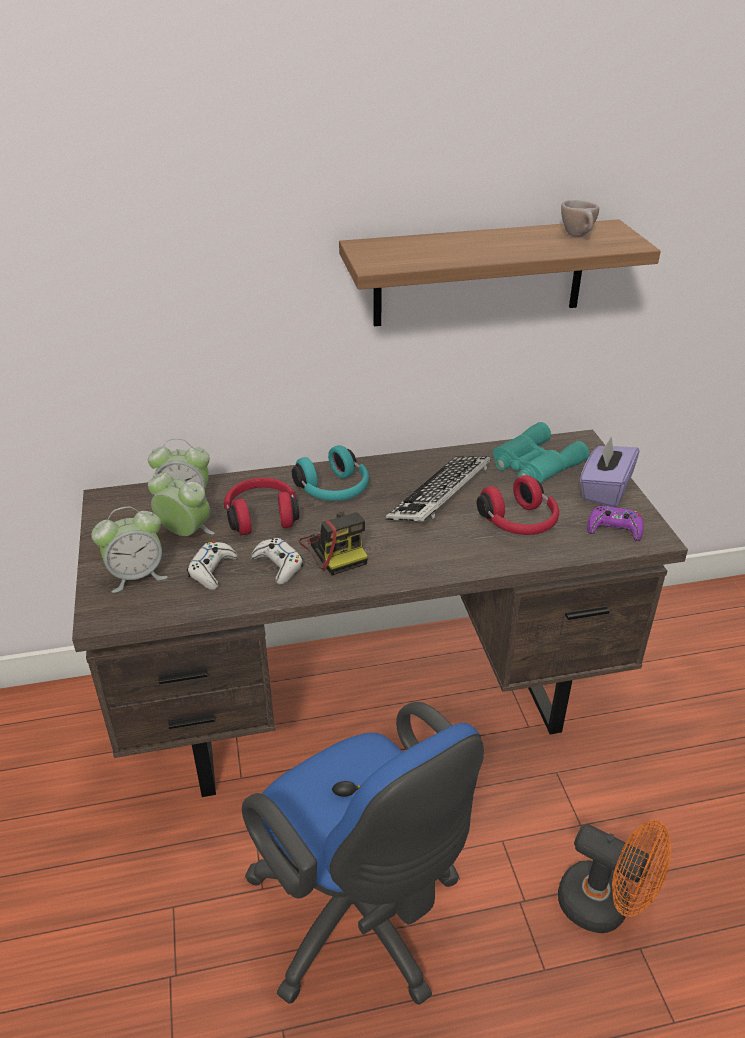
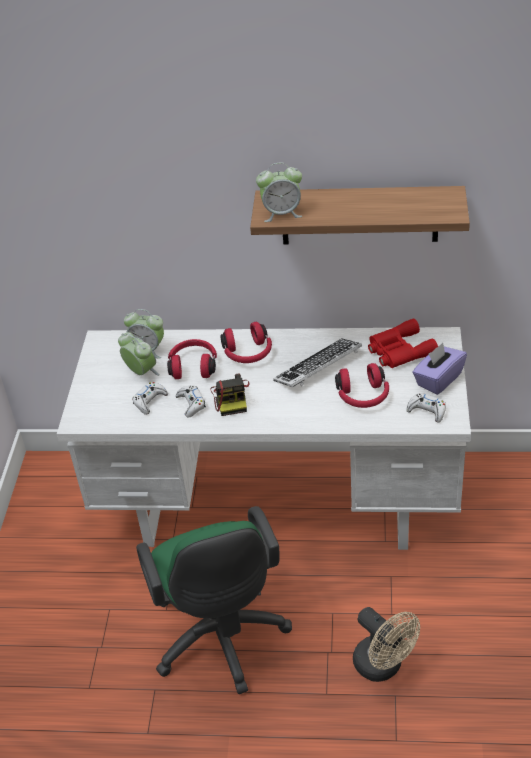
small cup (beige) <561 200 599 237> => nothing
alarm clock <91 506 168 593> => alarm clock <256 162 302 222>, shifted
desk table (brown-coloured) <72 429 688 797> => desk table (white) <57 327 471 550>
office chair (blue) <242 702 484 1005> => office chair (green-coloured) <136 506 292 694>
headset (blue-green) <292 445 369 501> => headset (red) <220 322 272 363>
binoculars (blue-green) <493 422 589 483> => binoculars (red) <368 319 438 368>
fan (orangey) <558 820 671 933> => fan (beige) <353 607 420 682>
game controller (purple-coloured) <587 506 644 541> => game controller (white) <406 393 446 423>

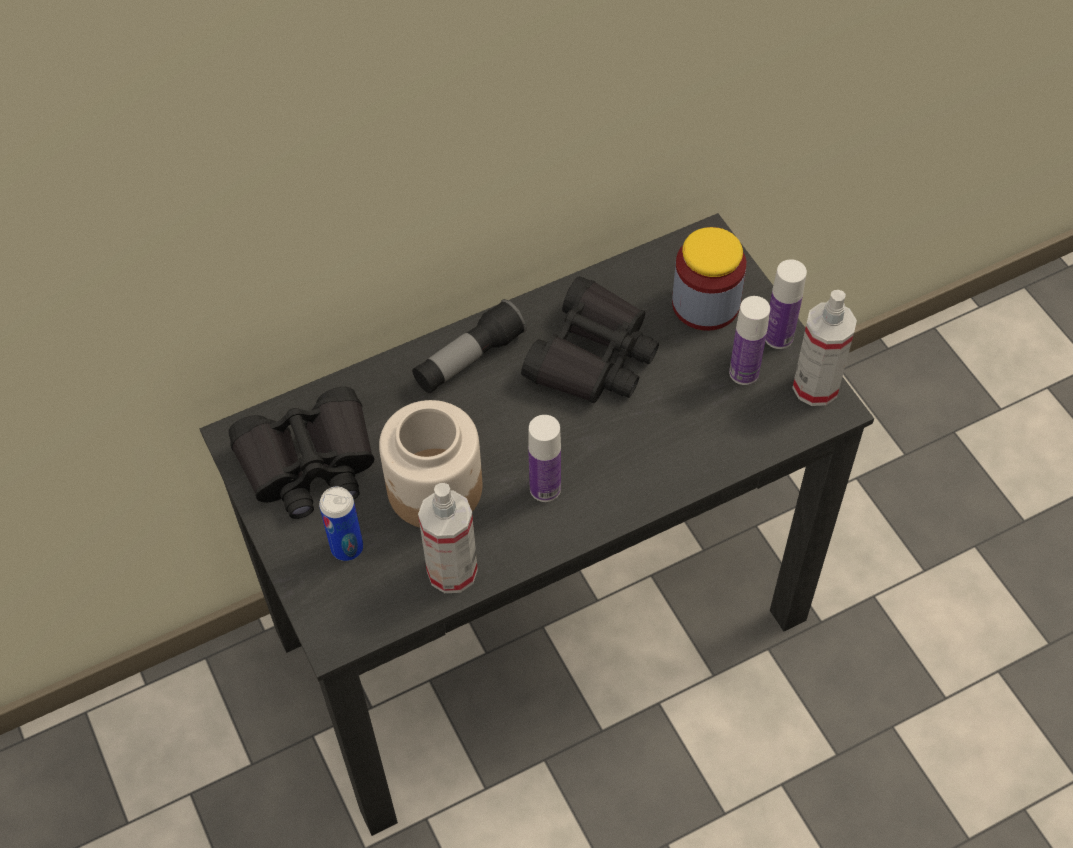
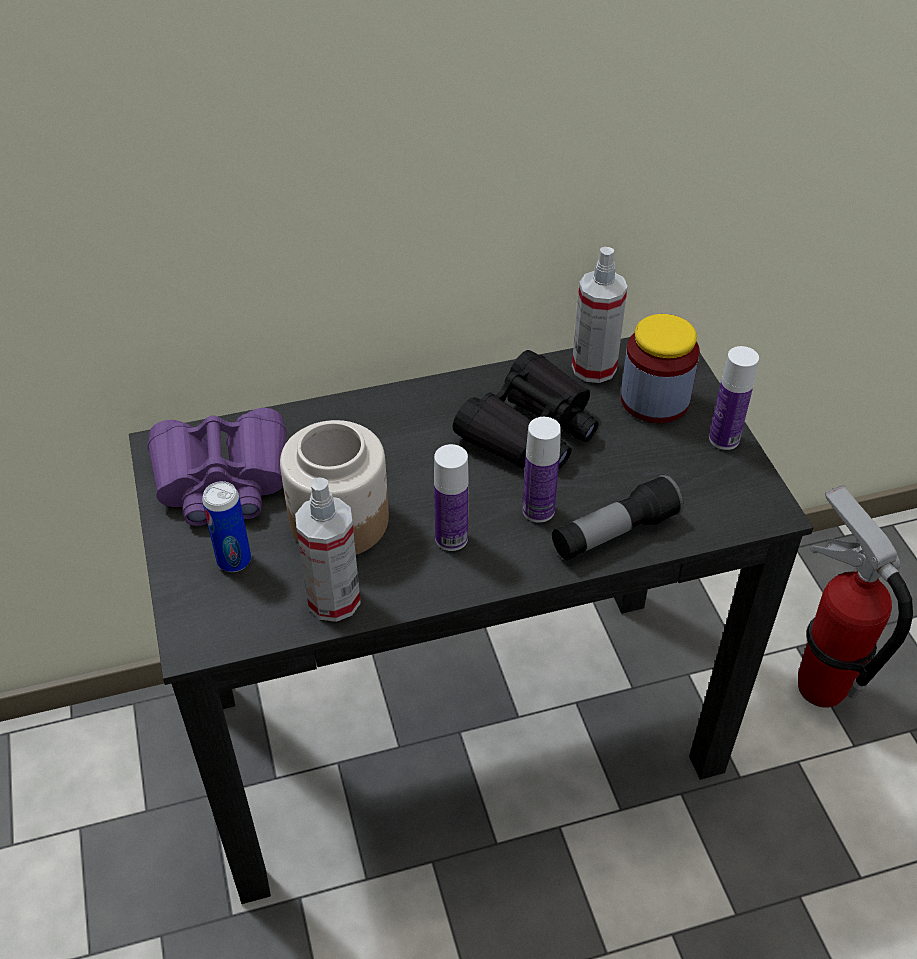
nothing => fire extinguisher <798 485 913 708>
torch <412 299 527 393> => torch <552 474 684 560>, shifted
drink bottle <729 296 770 385> => drink bottle <523 417 561 523>, shifted
hand sprayer <792 290 857 406> => hand sprayer <572 247 628 383>, shifted
binoculars (black-coloured) <229 387 374 519> => binoculars (purple-coloured) <148 408 287 526>

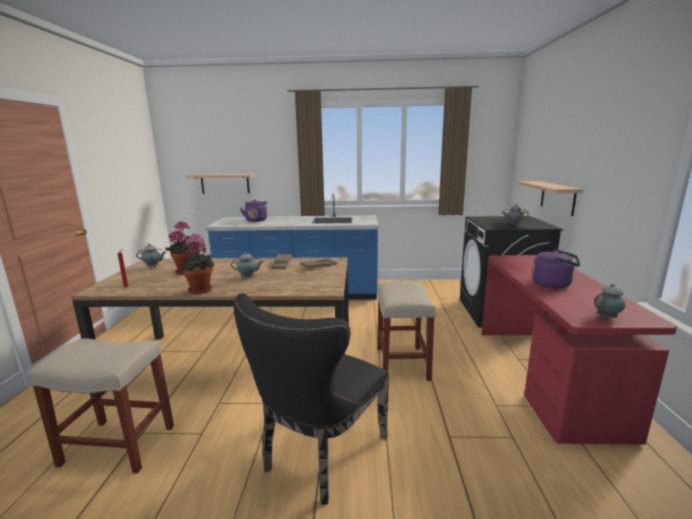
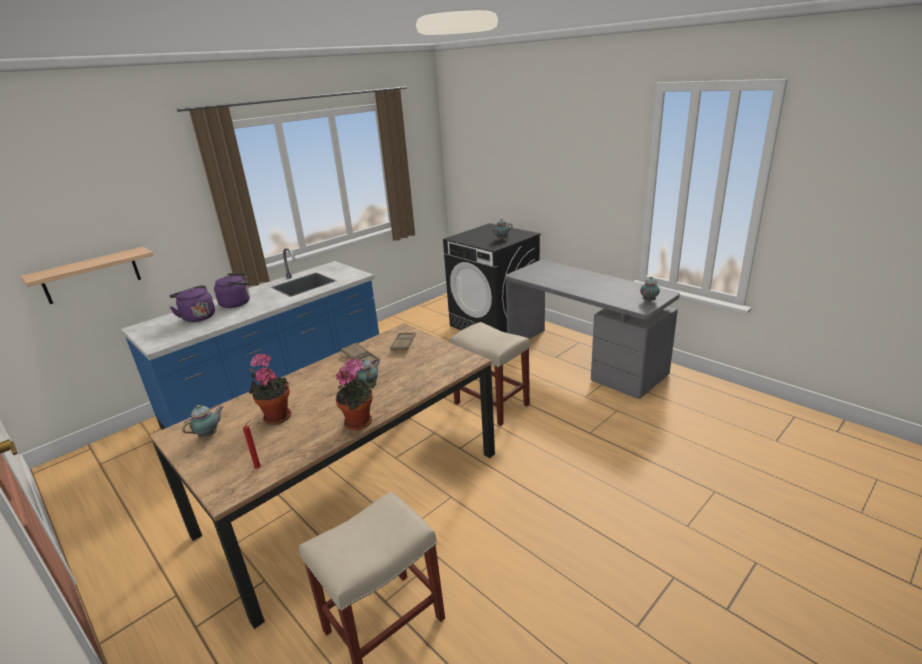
plain chair (black-coloured) <234 293 389 505> => nothing
bracket shelf <518 181 583 216> => nothing
tea kettle (purple-coloured) <532 249 580 289> => tea kettle (purple-coloured) <214 273 250 308>, shifted
desk table (red) <482 255 677 445> => desk table (gray) <506 260 680 399>

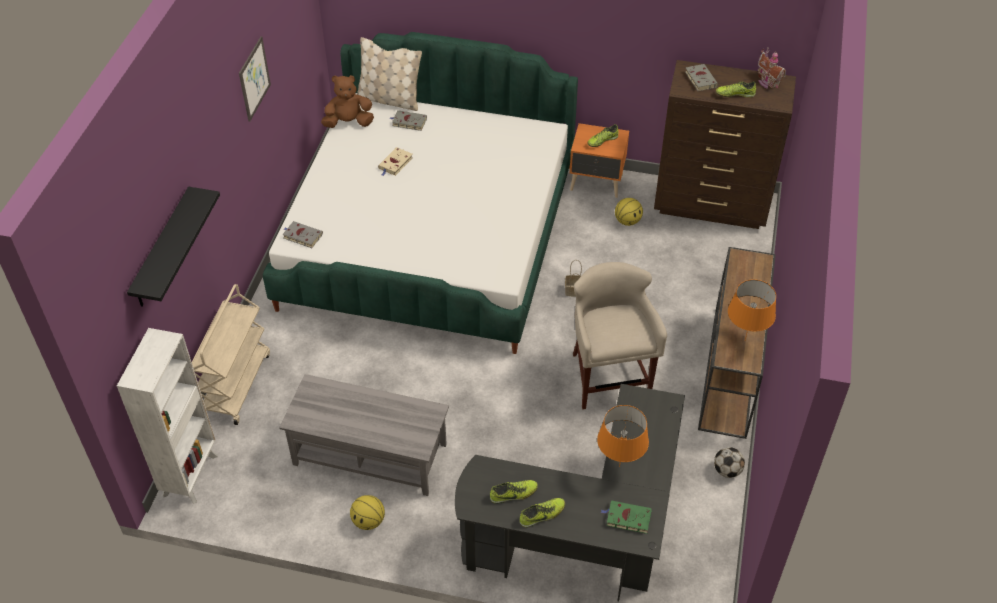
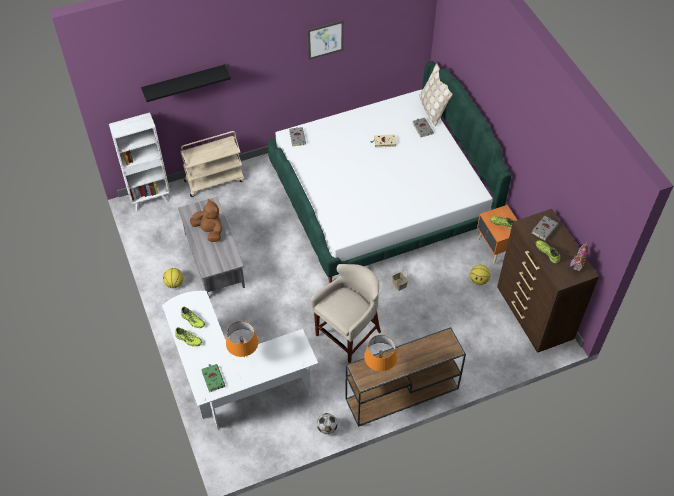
soft toy (brown-coloured) <321 75 374 128> => soft toy (brown-coloured) <190 199 222 242>, shifted
desk table (black-coloured) <455 384 685 601> => desk table (white) <162 291 318 429>

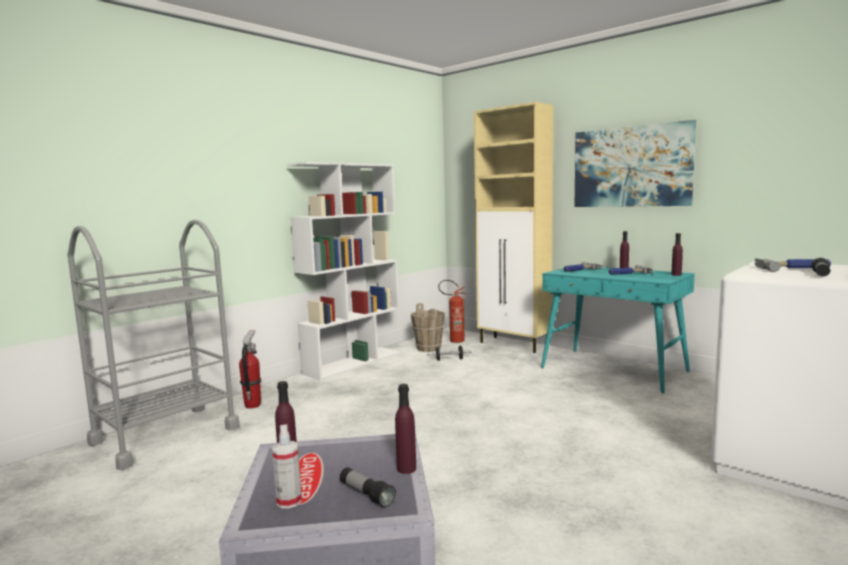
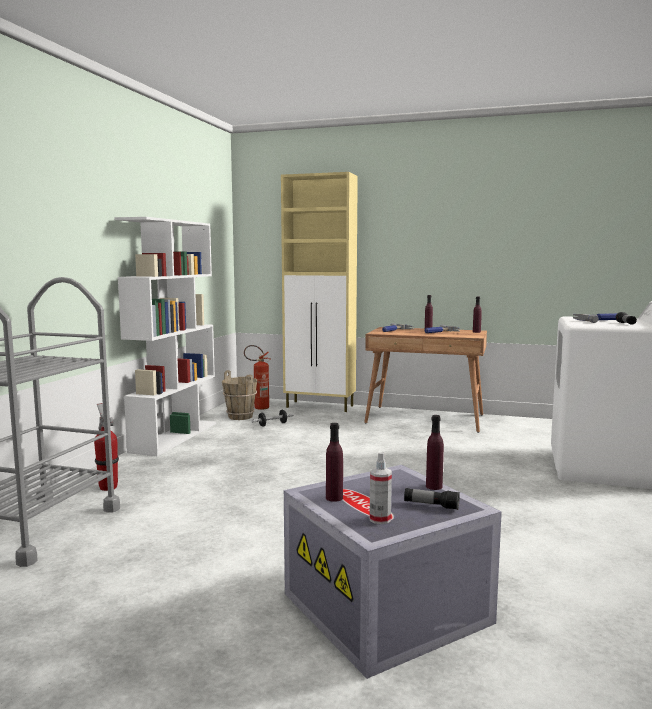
picture <575 120 696 207> => nothing
desk table (blue-green) <541 267 695 394> => desk table (brown-coloured) <364 327 487 433>

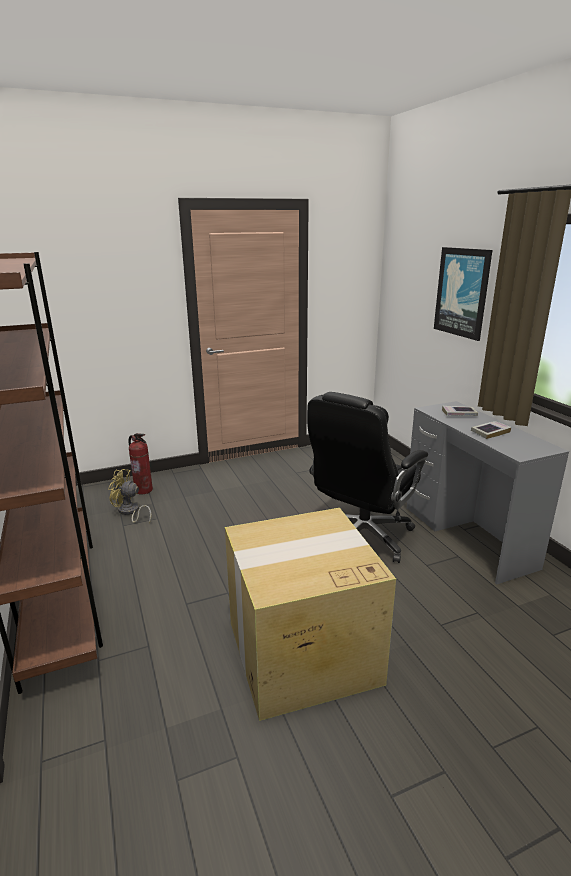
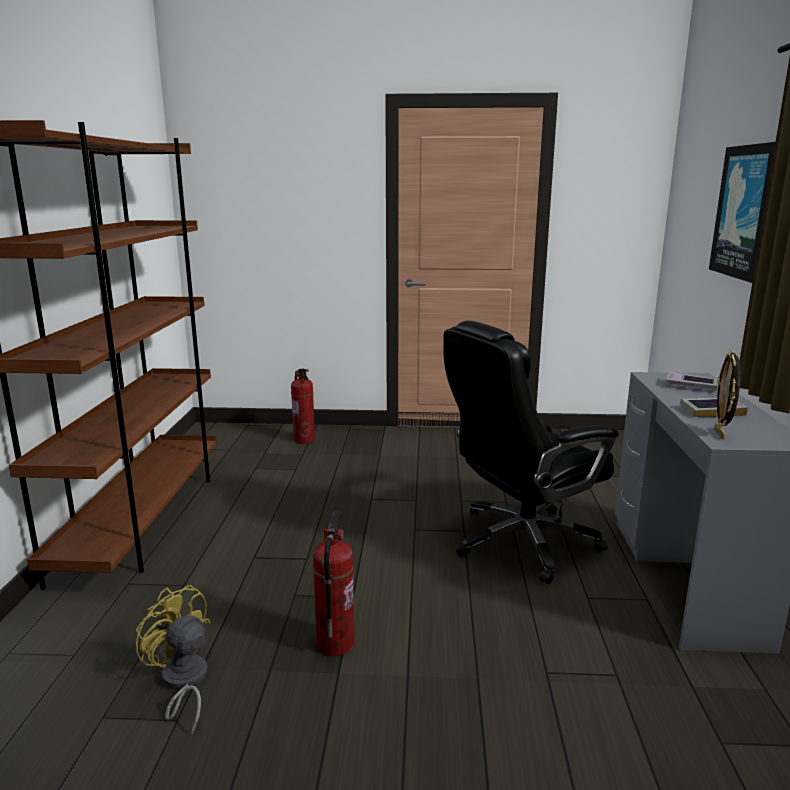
nothing => photo frame <714 350 741 439>
fan (yellowish) <108 469 152 524> => fan (yellowish) <136 585 210 734>, shifted
cardboard box <225 508 396 721> => fire extinguisher <313 512 355 656>

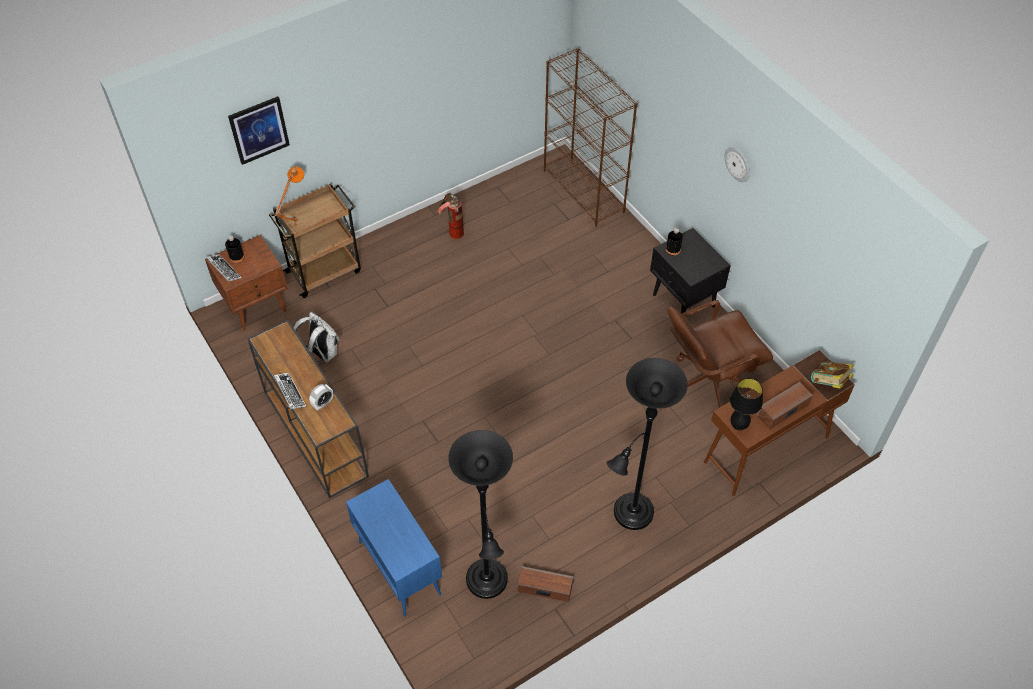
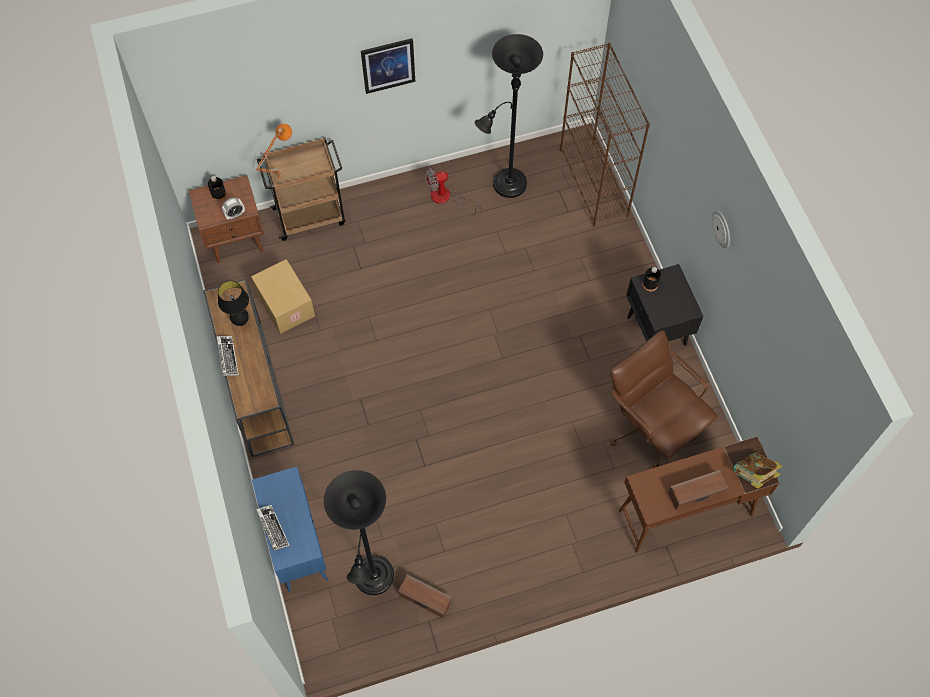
PC keyboard <206 254 242 282> => PC keyboard <256 505 290 551>, shifted
picture <228 96 290 165> => picture <361 38 415 94>, shifted
alarm clock <309 384 333 410> => alarm clock <222 198 245 220>, shifted
standard lamp (black-coloured) <607 358 688 530> => standard lamp (black-coloured) <475 34 543 198>, shifted
tabletop lamp (black-coloured) <730 378 763 430> => tabletop lamp (black-coloured) <218 281 249 326>, shifted
rucksack (white) <293 312 340 362> => cardboard box <251 259 315 334>
fire extinguisher <437 193 464 239> => fan <426 168 480 216>
office chair (brown-coloured) <668 300 773 408> => office chair (brown-coloured) <610 330 718 468>, 60 degrees clockwise

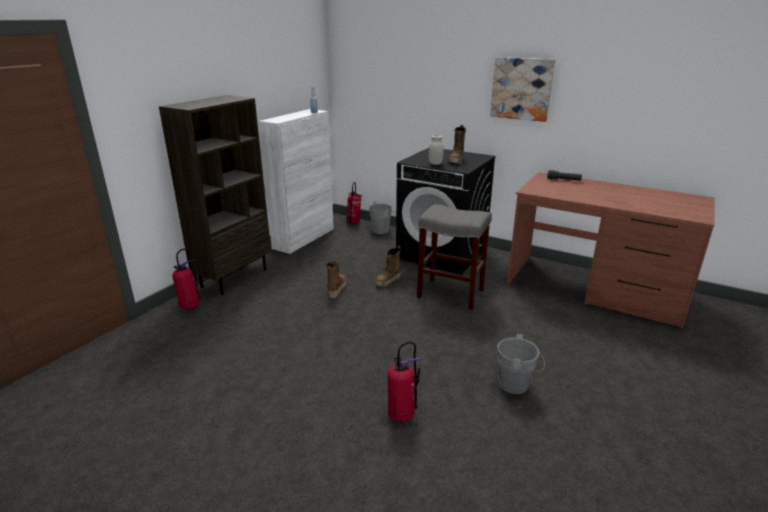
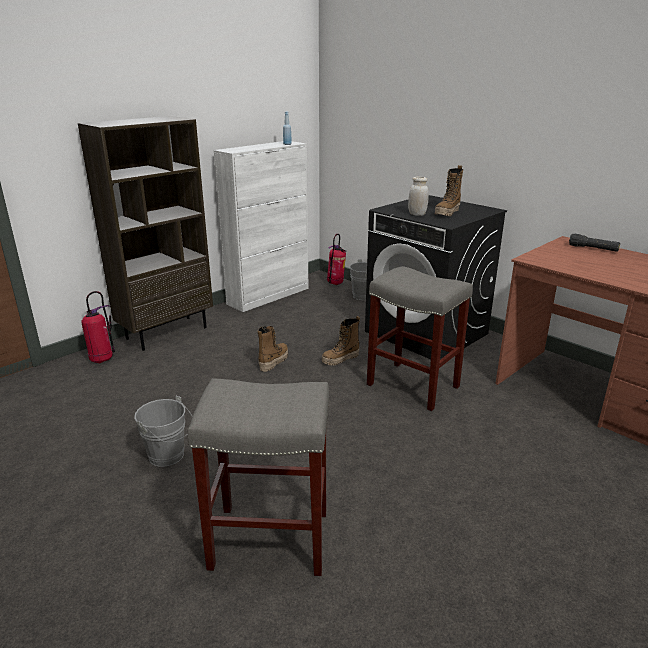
picture <490 57 555 122> => nothing
bucket (gray) <497 334 545 394> => bucket (gray) <134 396 193 467>, shifted
fire extinguisher <388 341 422 422> => stool seat (gray) <187 378 329 576>

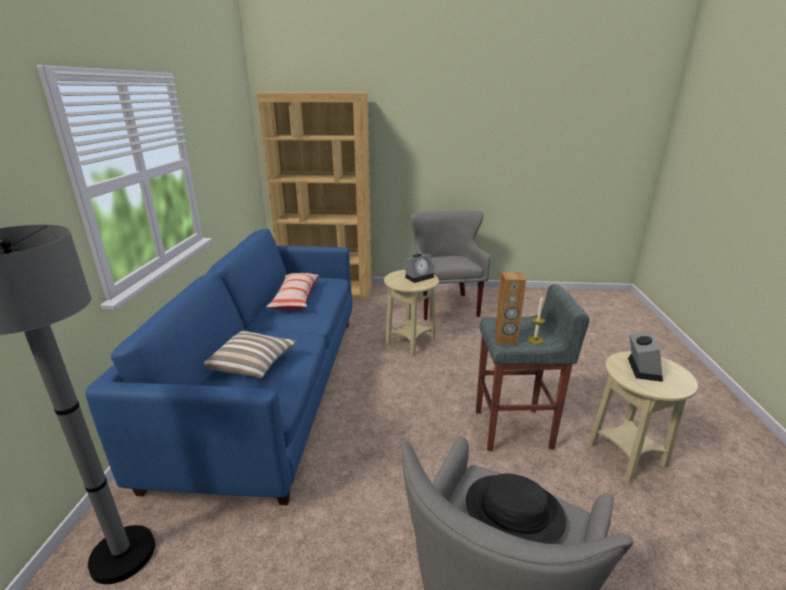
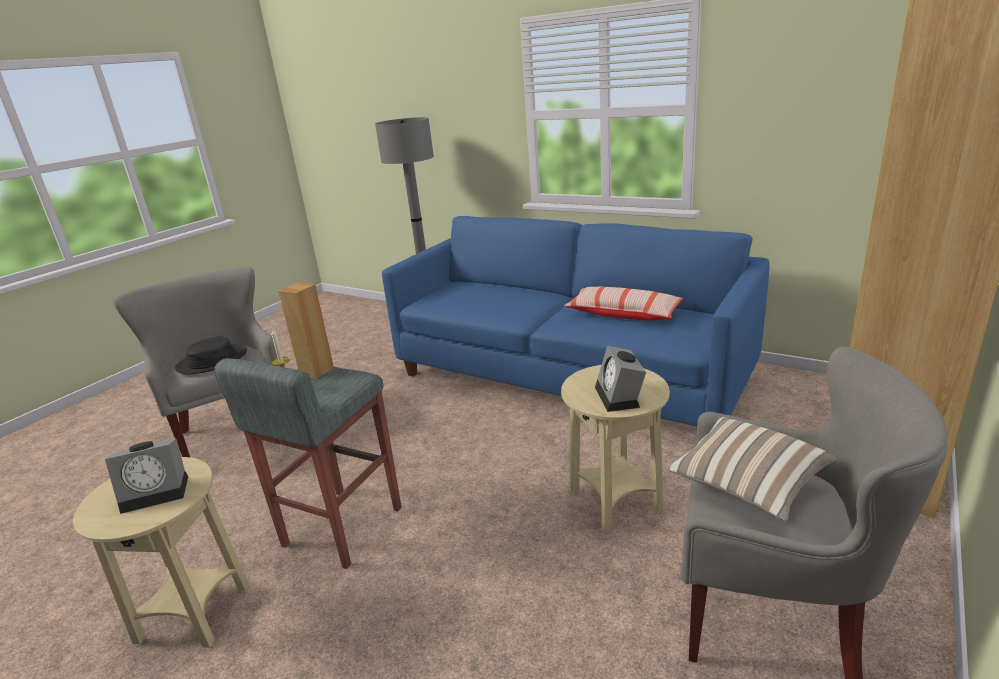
cushion <204 331 297 378> => cushion <666 417 837 521>, shifted
alarm clock <628 331 663 382> => alarm clock <105 438 188 514>, 60 degrees counterclockwise

